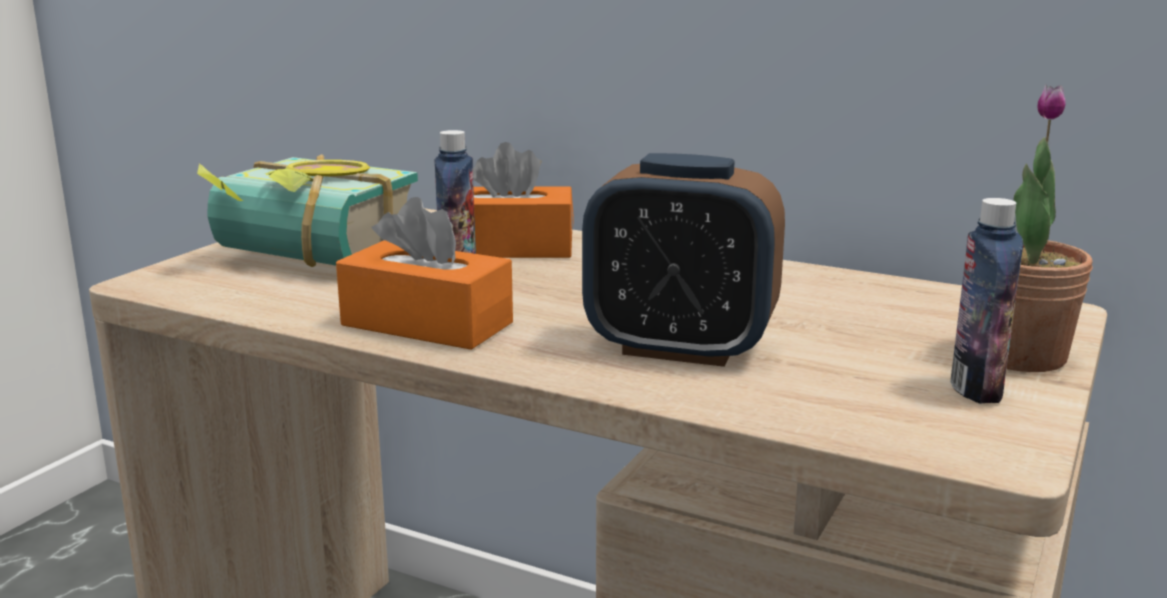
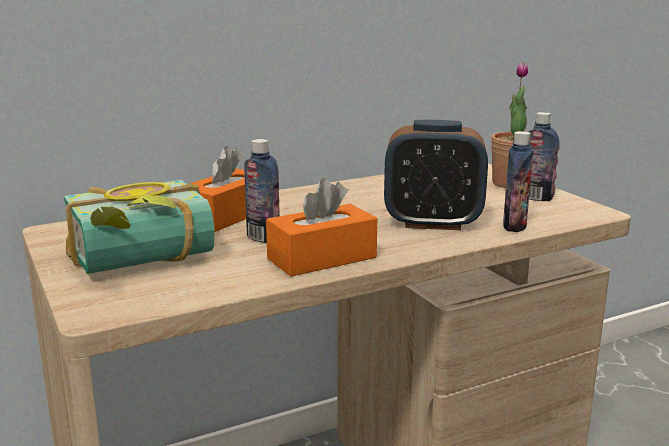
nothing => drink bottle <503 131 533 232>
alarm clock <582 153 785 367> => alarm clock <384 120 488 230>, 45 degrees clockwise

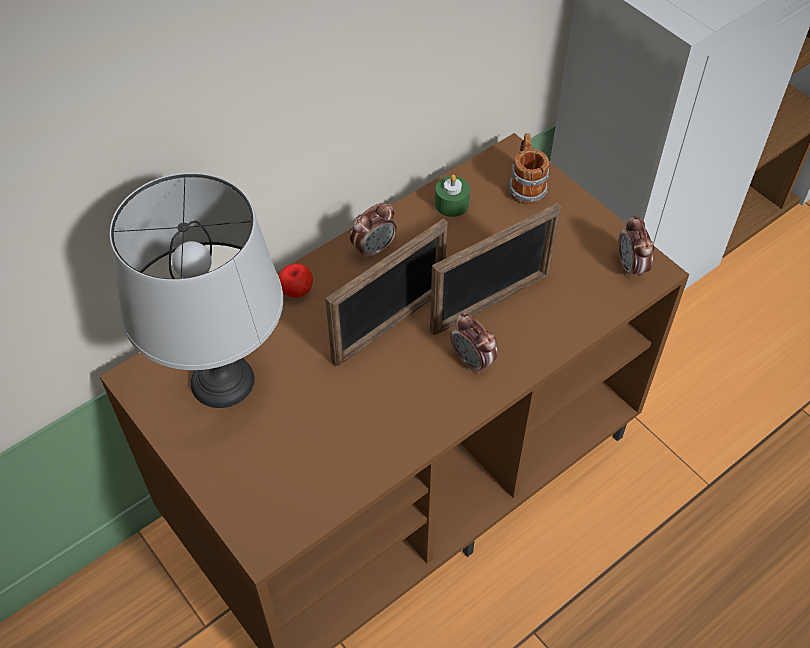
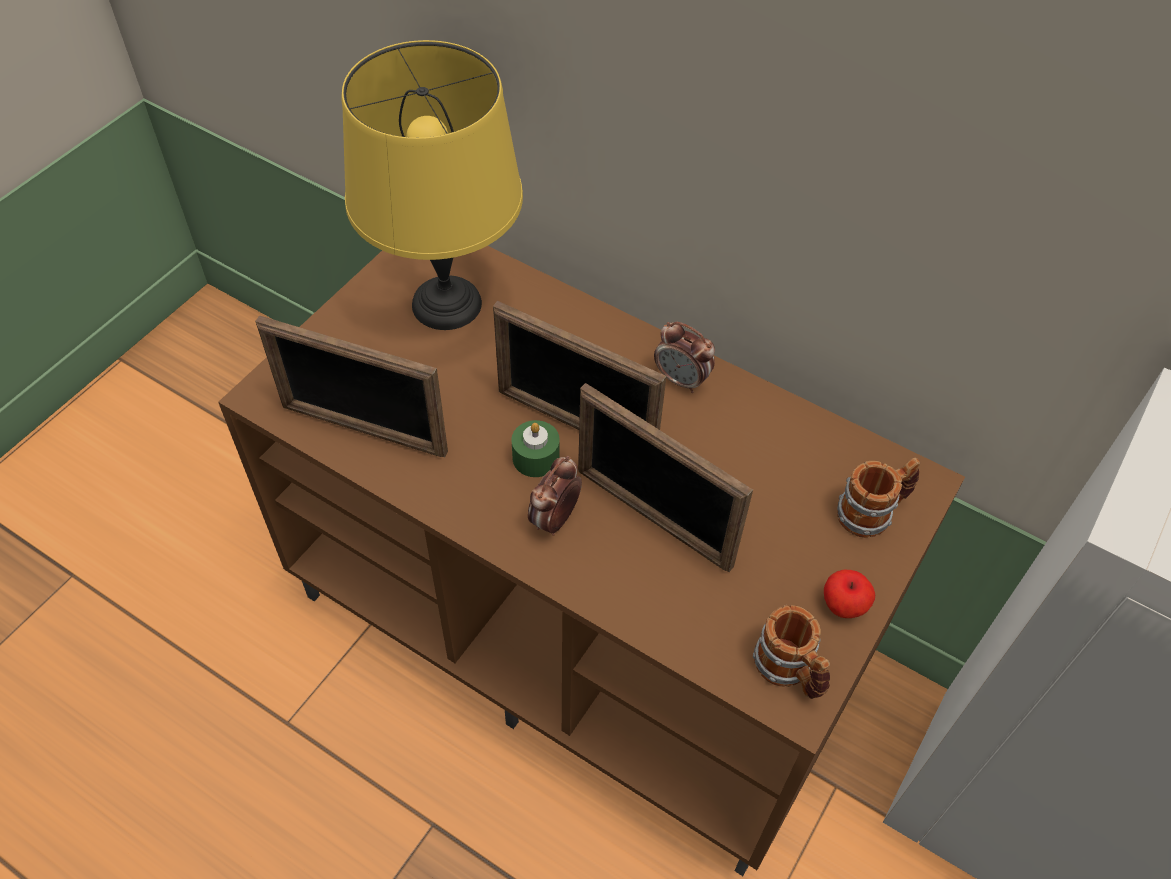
nothing => photo frame <255 315 448 457>
whole apple <279 263 313 298> => whole apple <824 569 875 618>, shifted
wax candle (green-coloured) <435 175 470 217> => wax candle (green-coloured) <511 420 560 477>, shifted
alarm clock <618 215 654 279> => mug <753 605 830 699>
tabletop lamp (gray) <110 173 283 408> => tabletop lamp (yellowish) <342 40 523 330>

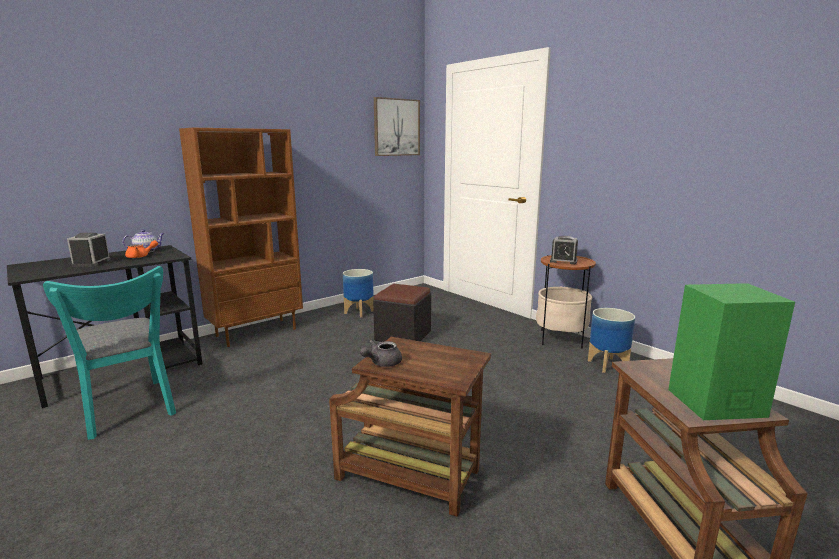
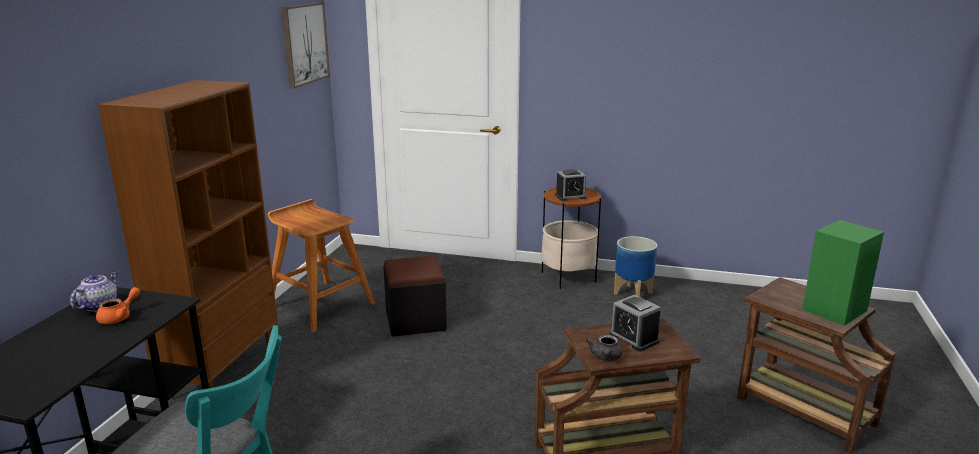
alarm clock <67 233 111 267> => alarm clock <610 295 661 351>, shifted
plant pot <343 269 374 317> => stool seat (brown-coloured) <268 199 375 332>

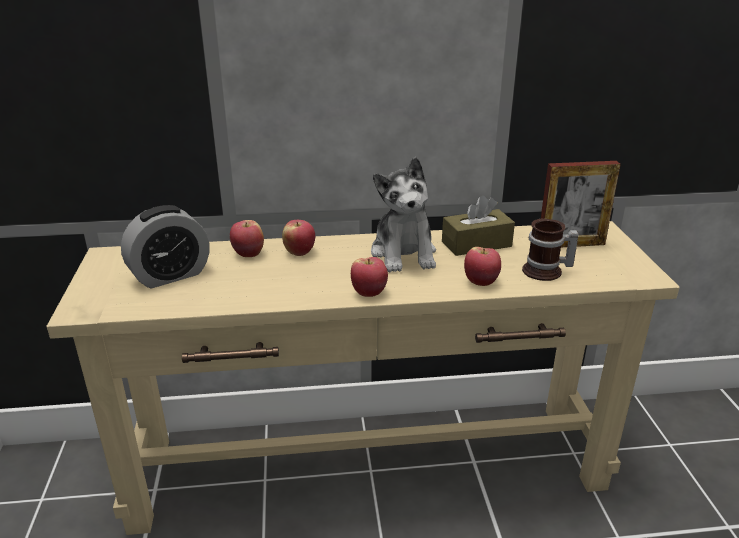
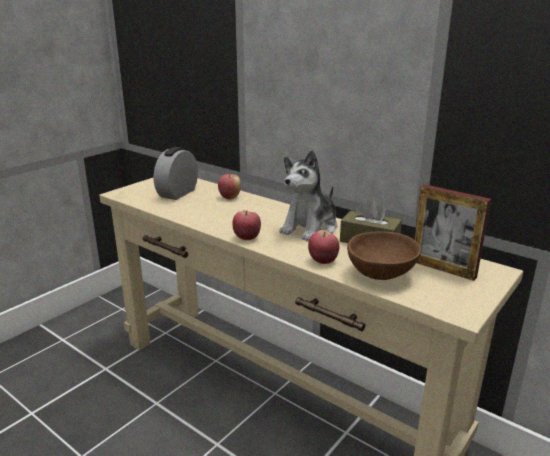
whole apple <282 220 315 256> => nothing
mug <522 219 579 281> => serving bowl (brown-coloured) <347 231 421 280>
alarm clock <121 205 210 289> => alarm clock <154 147 198 200>, 105 degrees clockwise

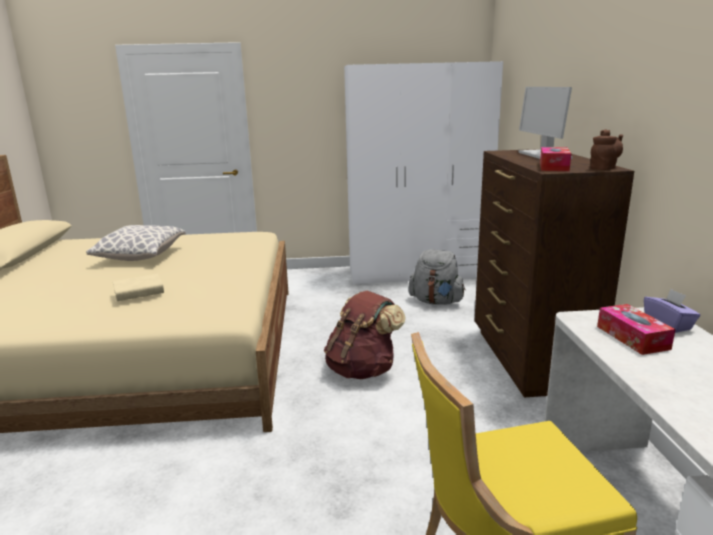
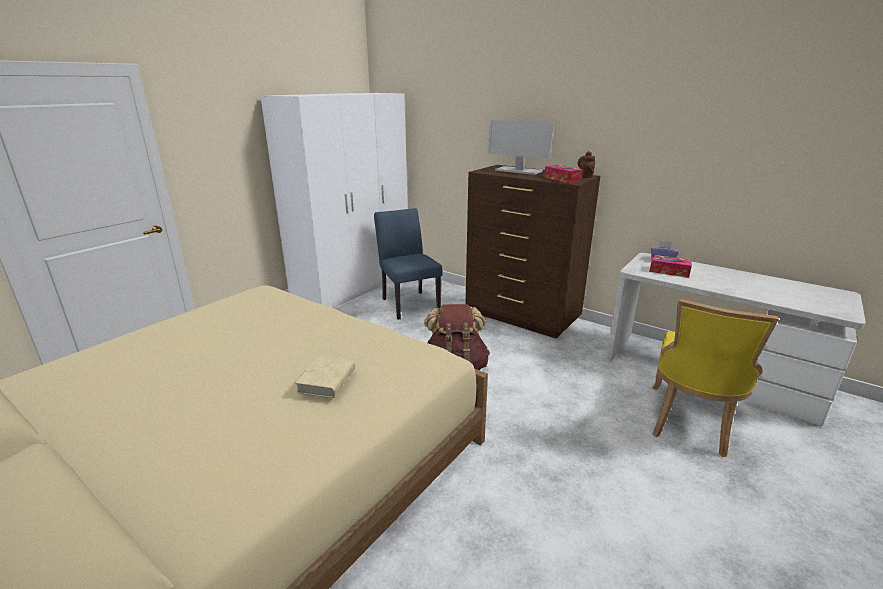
cushion <86 225 186 261> => nothing
rucksack (gray) <408 249 466 305> => plain chair (blue) <374 208 442 320>

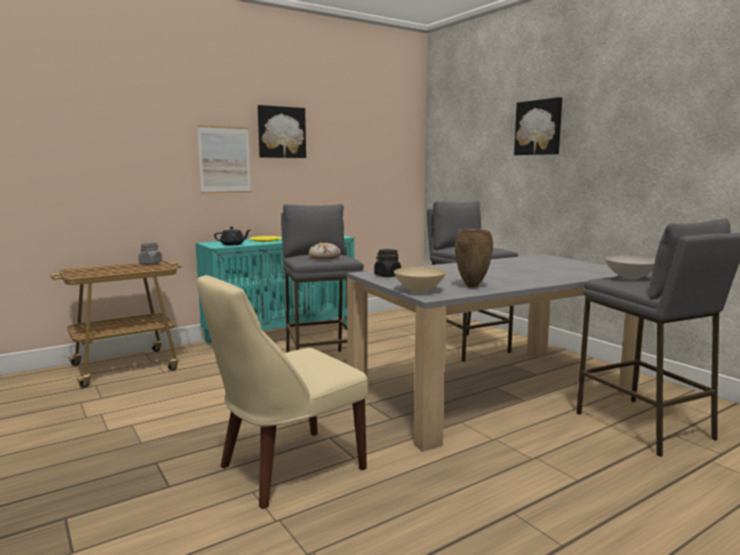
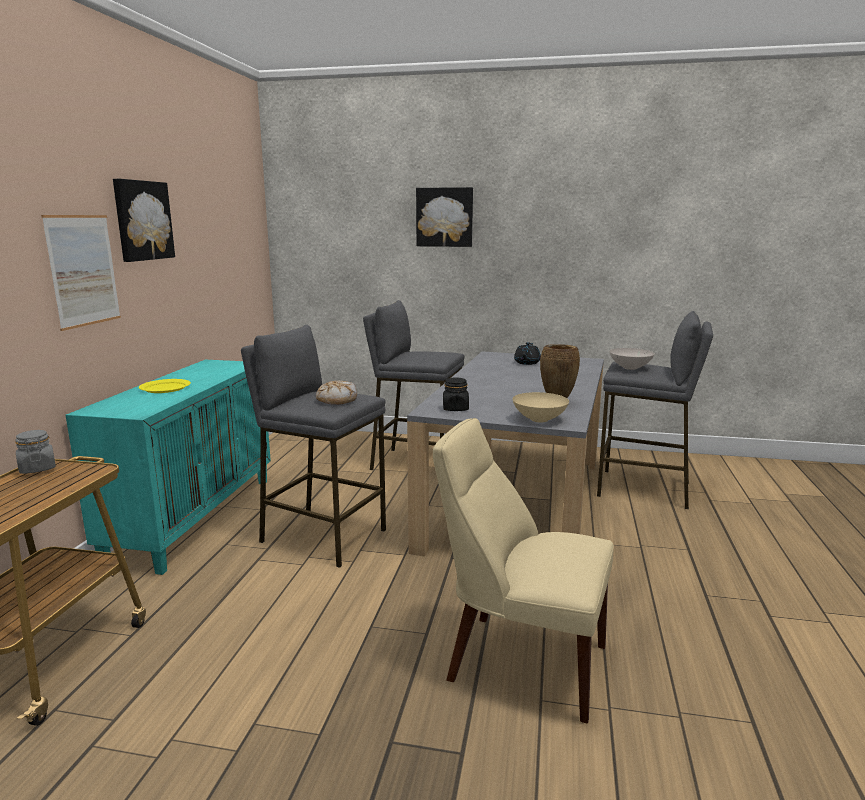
teapot (black-coloured) <214 227 250 246> => teapot (black-coloured) <514 342 541 365>, shifted
plain chair (beige) <197 275 368 509> => plain chair (beige) <433 418 614 724>, 105 degrees clockwise

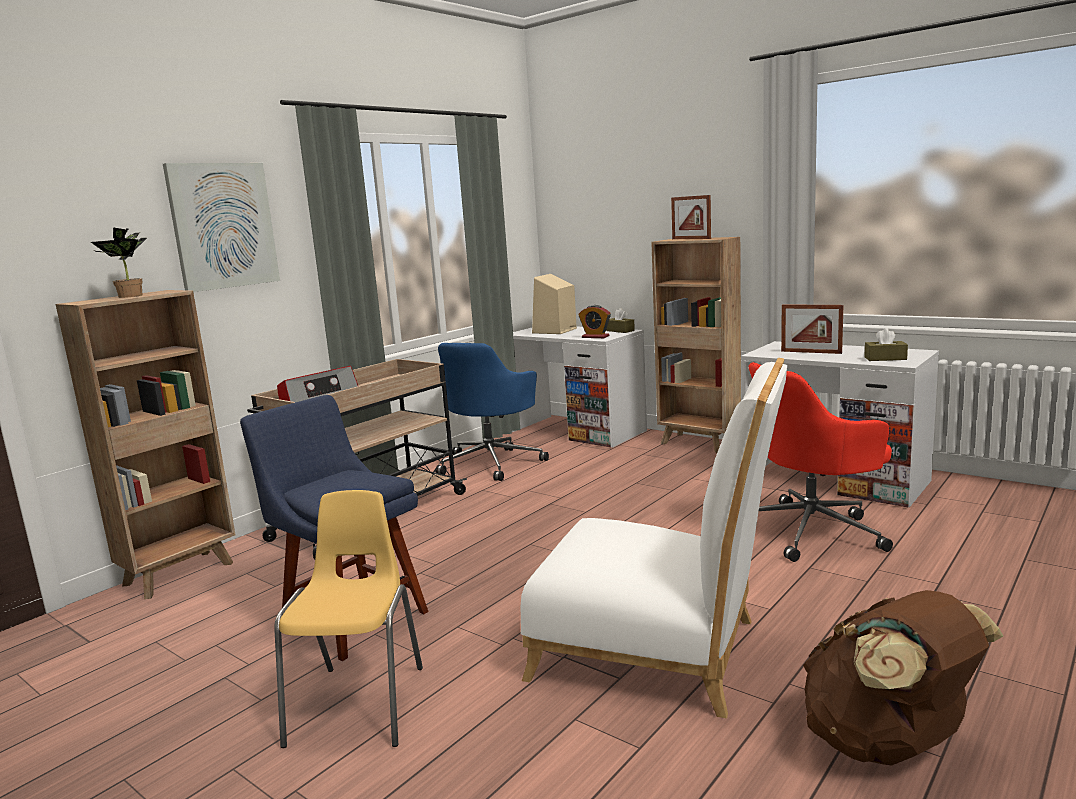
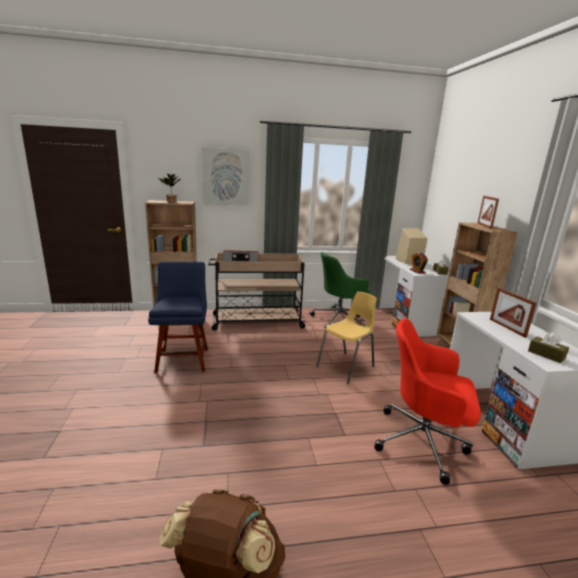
plain chair (white) <521 358 787 718> => nothing
plain chair (yellowish) <274 490 423 748> => plain chair (yellowish) <316 292 377 384>, shifted
office chair (blue) <436 343 549 481> => office chair (green-coloured) <309 252 371 328>

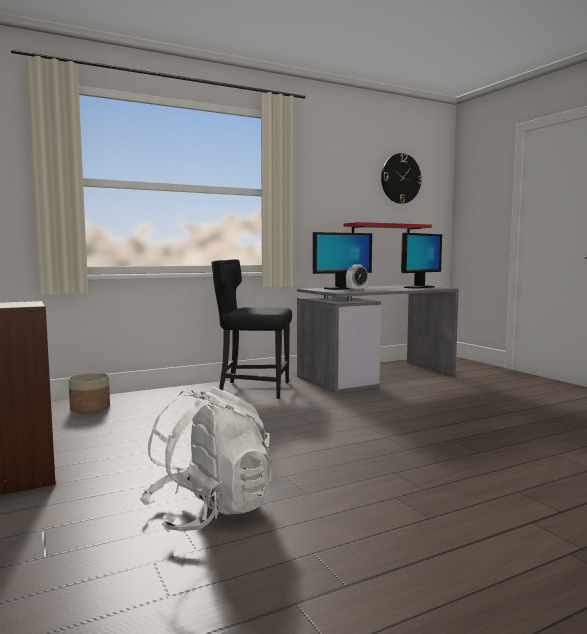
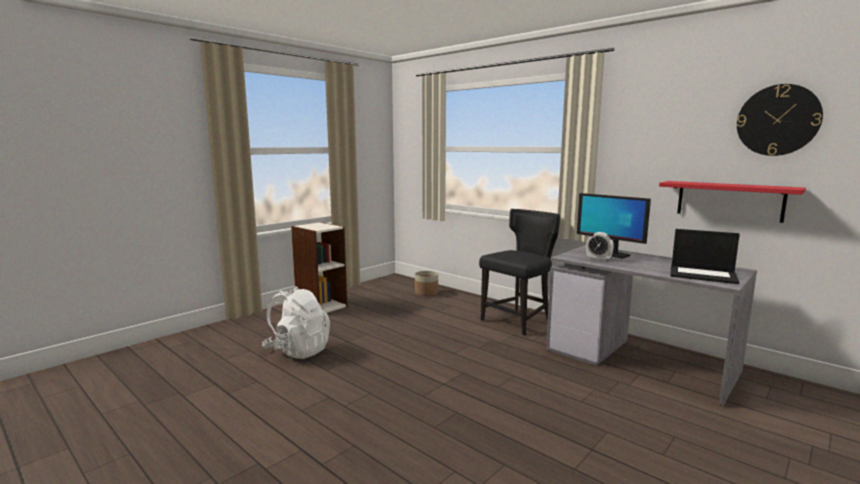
monitor <401 233 442 289> => notebook computer <670 229 740 284>
plain chair (black-coloured) <211 259 292 399> => plain chair (black-coloured) <479 209 560 335>, 60 degrees clockwise

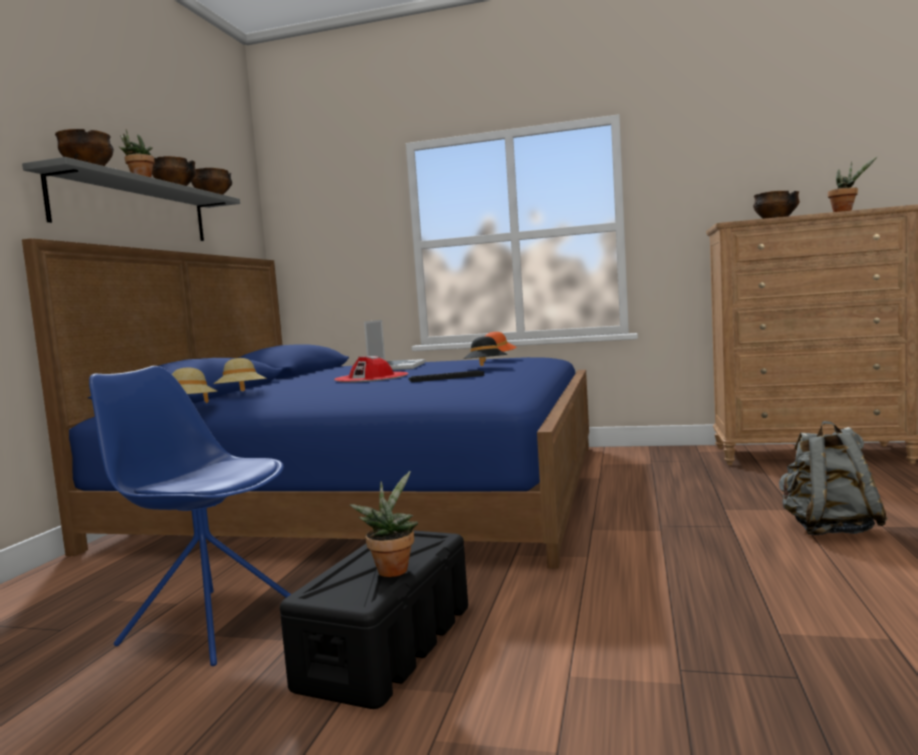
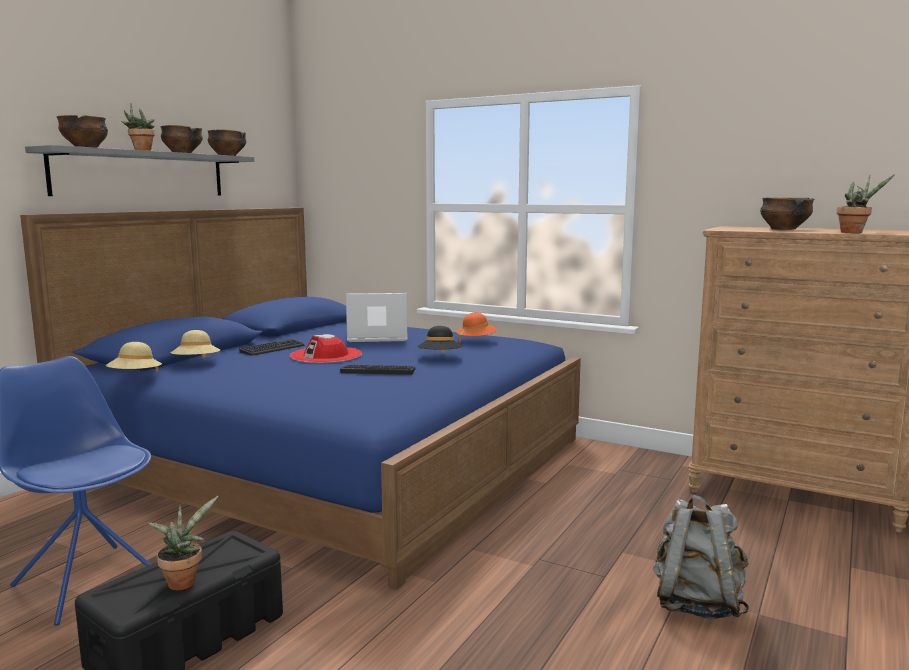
nothing => PC keyboard <239 339 304 355>
notebook computer <364 320 426 370> => notebook computer <346 293 407 342>, 120 degrees counterclockwise

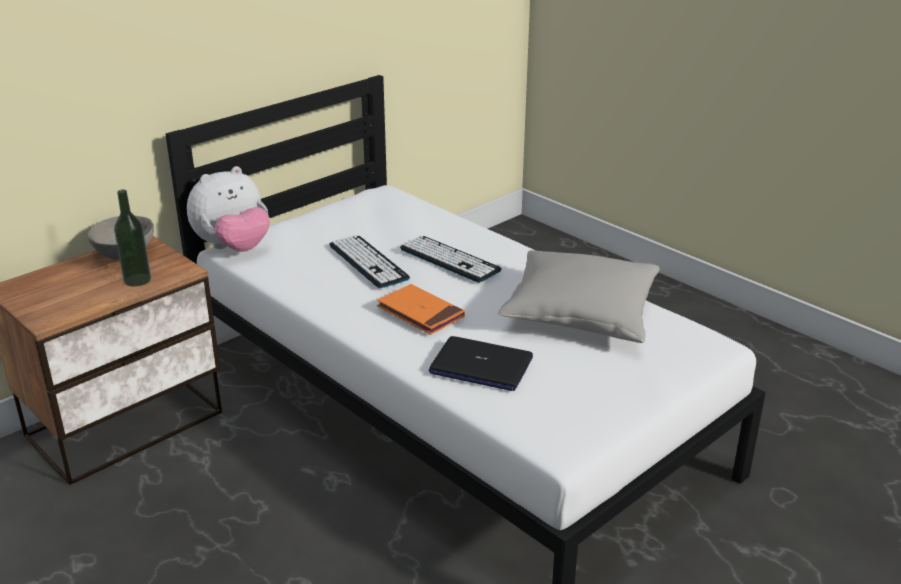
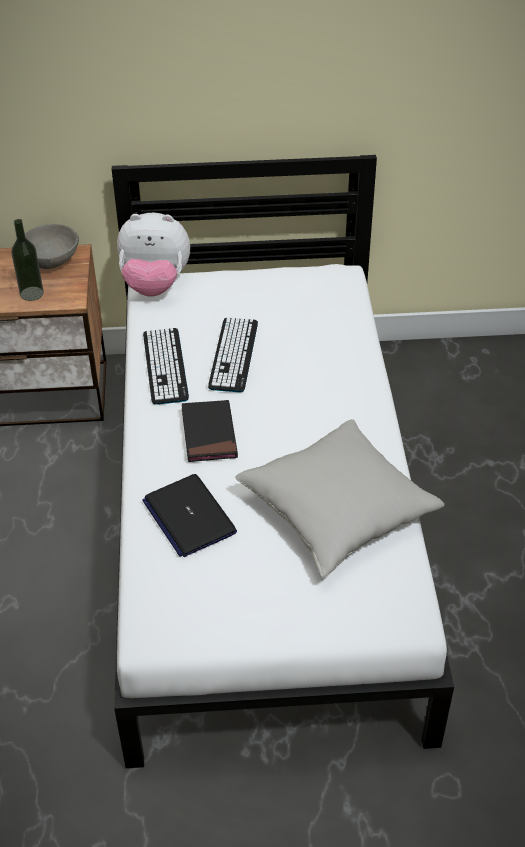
PC keyboard <400 236 502 283> => PC keyboard <143 328 189 405>, shifted
bound book (orangey) <377 284 465 335> => bound book (black-coloured) <182 400 238 462>

